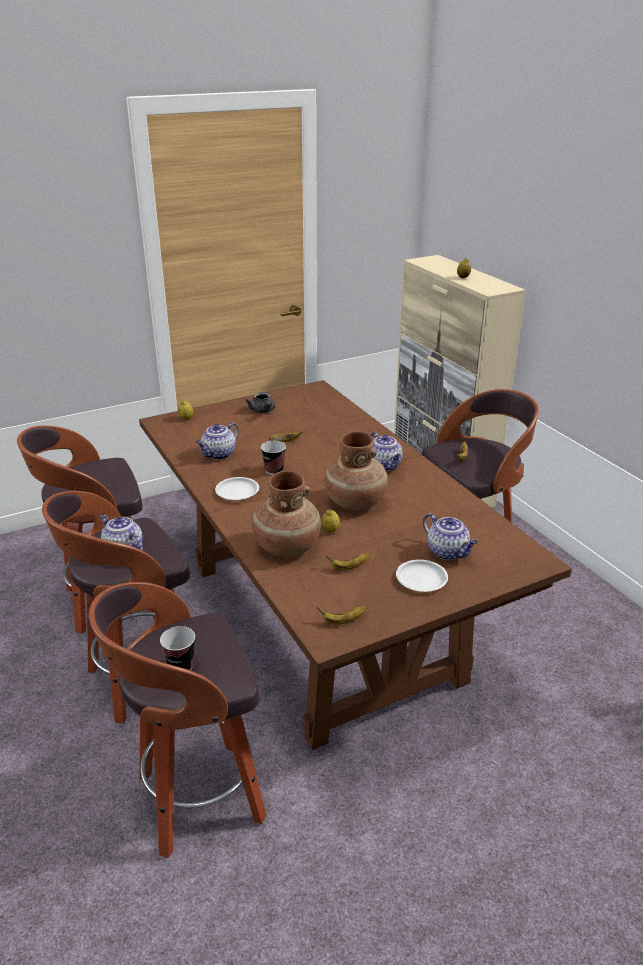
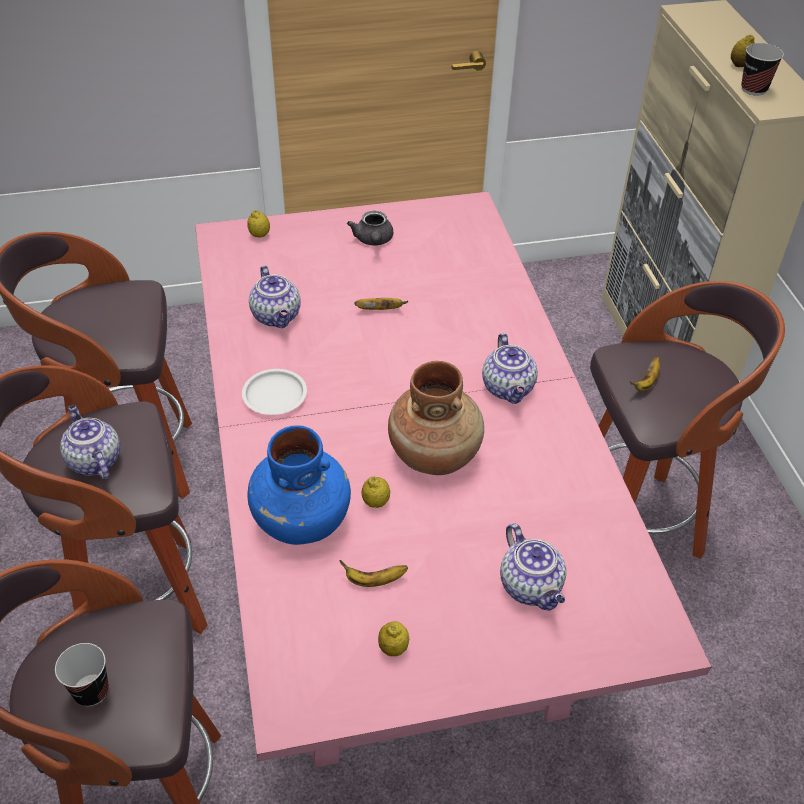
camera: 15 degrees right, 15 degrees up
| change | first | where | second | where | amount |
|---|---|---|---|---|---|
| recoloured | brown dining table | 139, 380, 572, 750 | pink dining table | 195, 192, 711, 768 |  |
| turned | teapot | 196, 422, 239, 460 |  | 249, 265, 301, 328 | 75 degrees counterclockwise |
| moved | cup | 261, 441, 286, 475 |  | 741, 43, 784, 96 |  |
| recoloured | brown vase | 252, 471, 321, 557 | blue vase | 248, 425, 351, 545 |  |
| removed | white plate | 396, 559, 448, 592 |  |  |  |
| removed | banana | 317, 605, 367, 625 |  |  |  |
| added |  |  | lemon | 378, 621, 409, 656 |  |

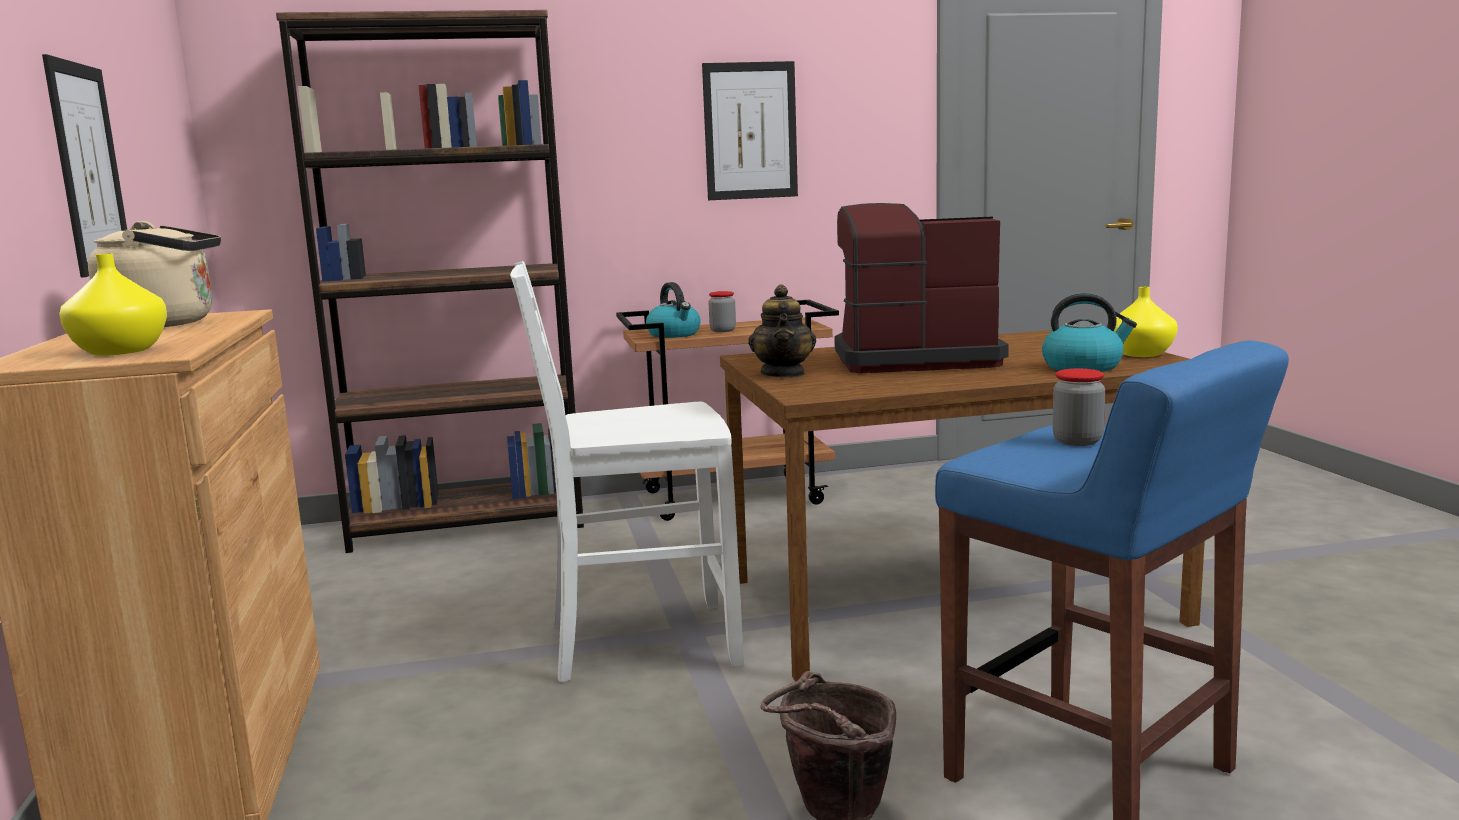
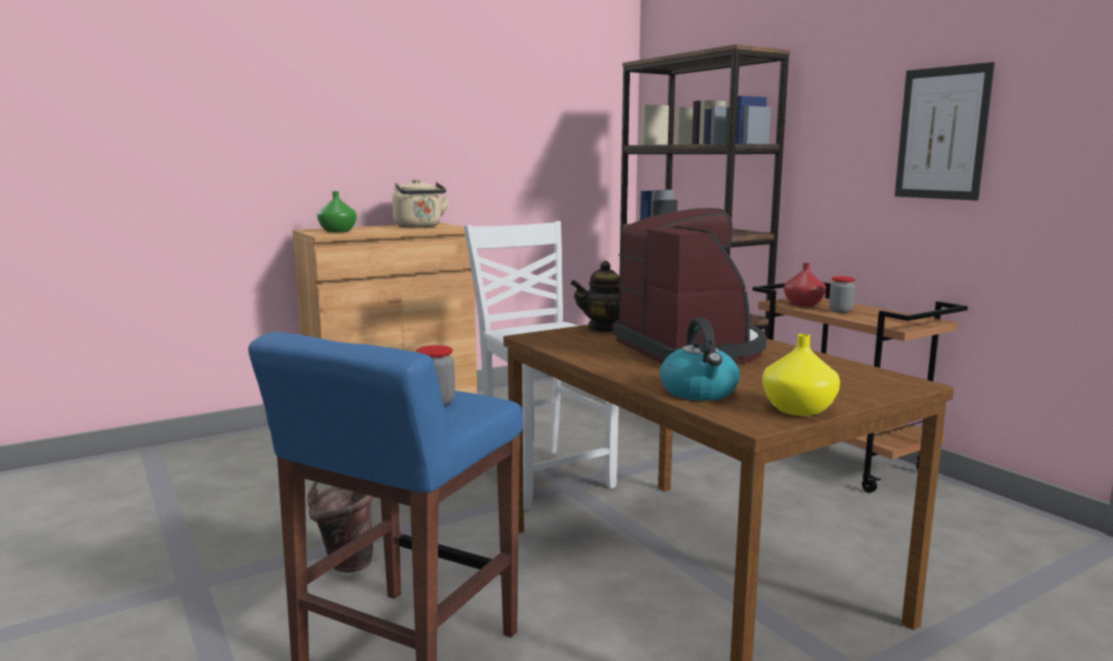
camera: 70 degrees right, 0 degrees up
| change | first | where | second | where | amount |
|---|---|---|---|---|---|
| removed | picture | 42, 54, 127, 277 |  |  |  |
| recoloured | yellow vase | 59, 253, 167, 356 | green vase | 317, 191, 357, 233 |  |
| replaced | kettle | 646, 282, 701, 338 | red vase | 784, 263, 826, 307 |  |

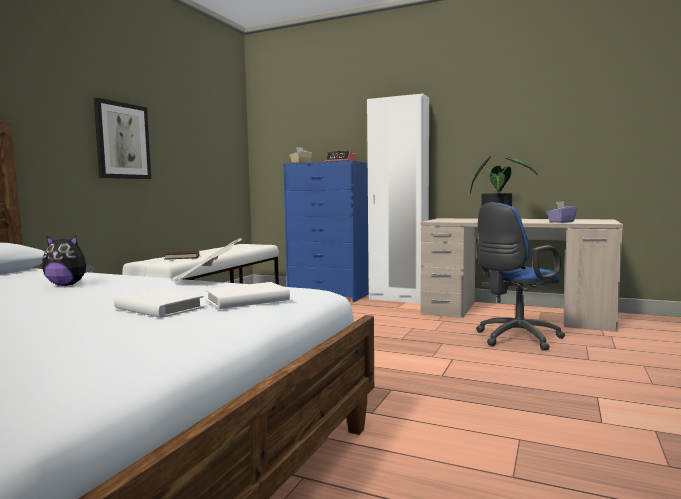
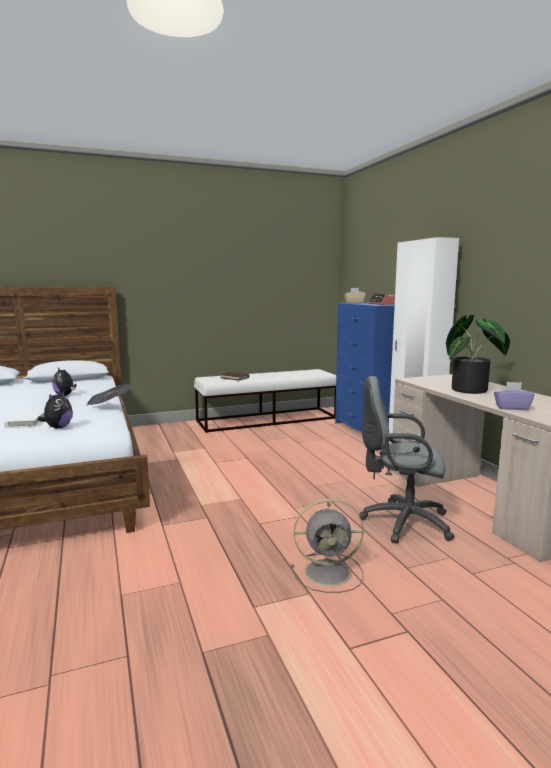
camera: 45 degrees right, 5 degrees up
| change | first | where | second | where | amount |
|---|---|---|---|---|---|
| removed | picture | 94, 98, 151, 179 |  |  |  |
| recoloured | blue office chair | 476, 202, 565, 351 | grey office chair | 359, 376, 455, 543 |  |
| replaced | white book | 205, 282, 290, 309 | plush toy | 37, 390, 73, 428 |  |
| added |  |  | grey fan | 291, 499, 364, 593 |  |

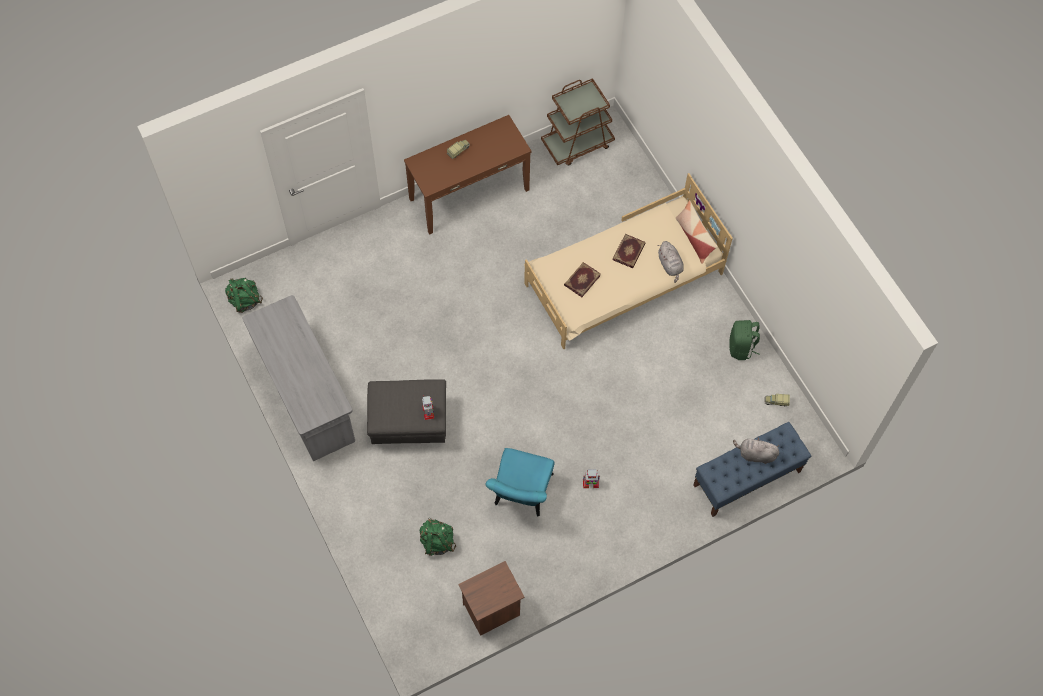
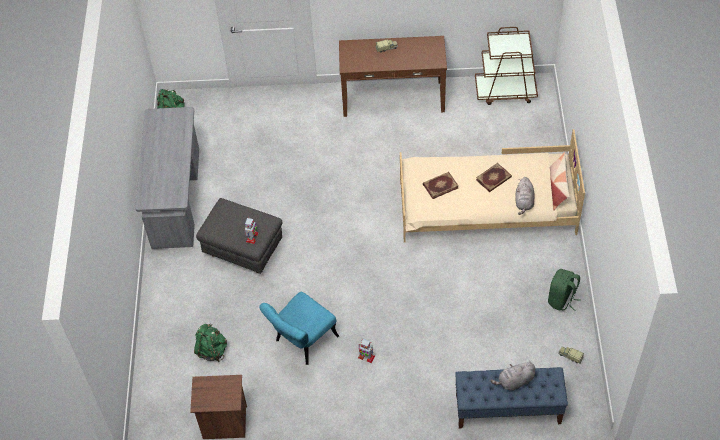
camera: 30 degrees right, 10 degrees down
| change | first | where | second | where | amount |
|---|---|---|---|---|---|
| turned | grey plush toy | 733, 437, 779, 464 |  | 490, 362, 535, 391 | 60 degrees counterclockwise |

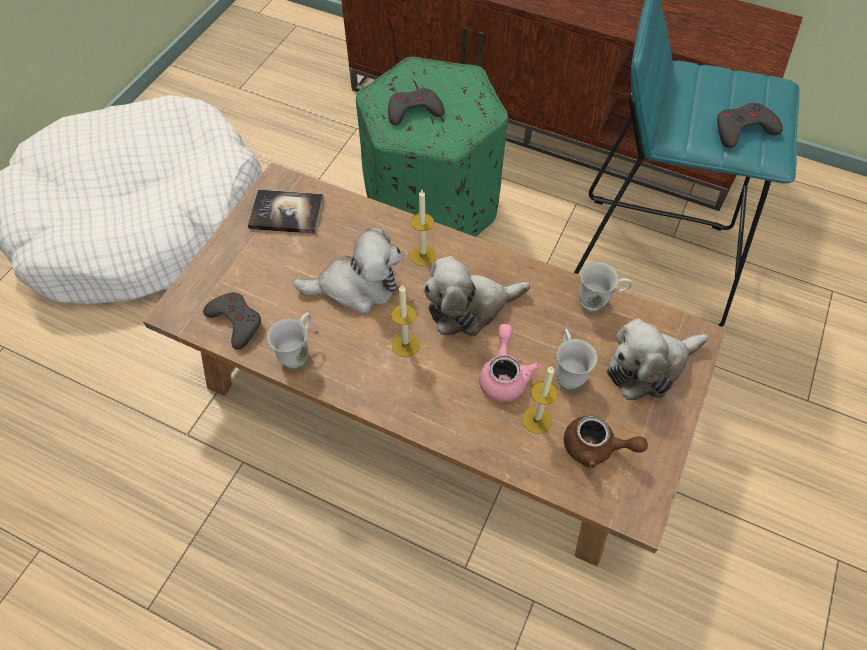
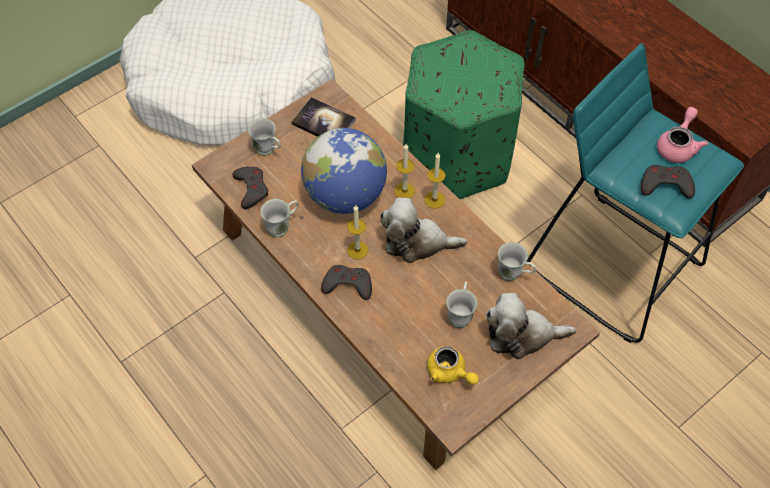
camera: 25 degrees right, 0 degrees up
| change | first | where | second | where | amount |
|---|---|---|---|---|---|
| moved | grey game controller | 388, 88, 444, 125 |  | 321, 265, 372, 300 |  |
| replaced | plush toy | 293, 227, 402, 314 | globe | 301, 128, 387, 214 |  |
| moved | pink teapot | 479, 324, 541, 402 |  | 657, 107, 708, 163 |  |
| moved | candle | 522, 366, 558, 434 |  | 424, 153, 446, 209 |  |
| recoloured | brown teapot | 564, 416, 648, 469 | yellow teapot | 427, 346, 479, 385 |  |
| added |  |  | white mug | 248, 118, 281, 156 |  |

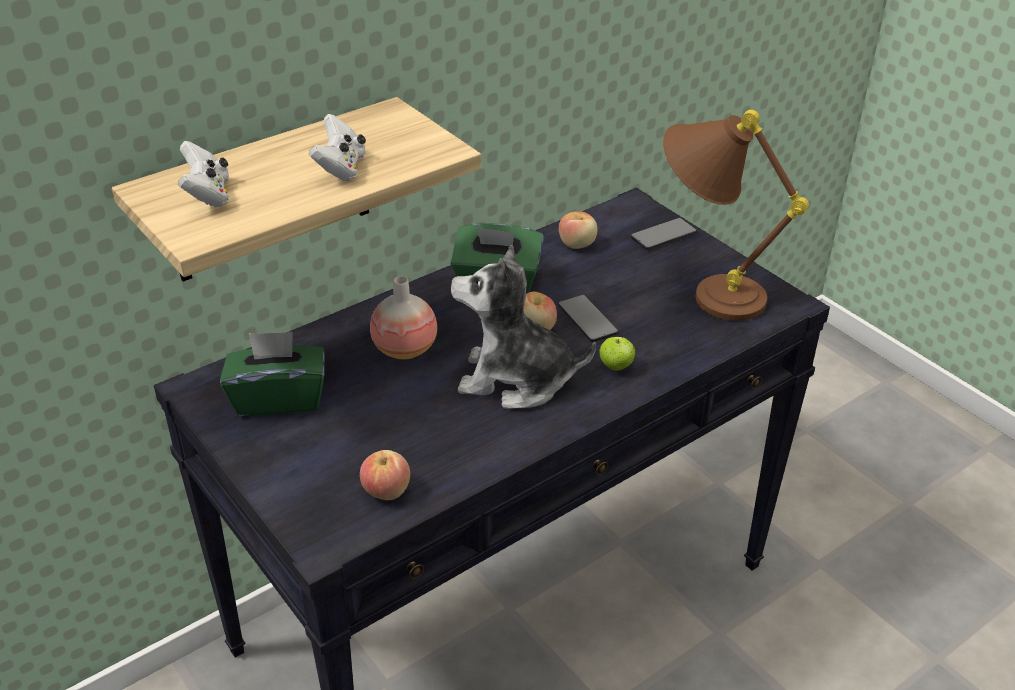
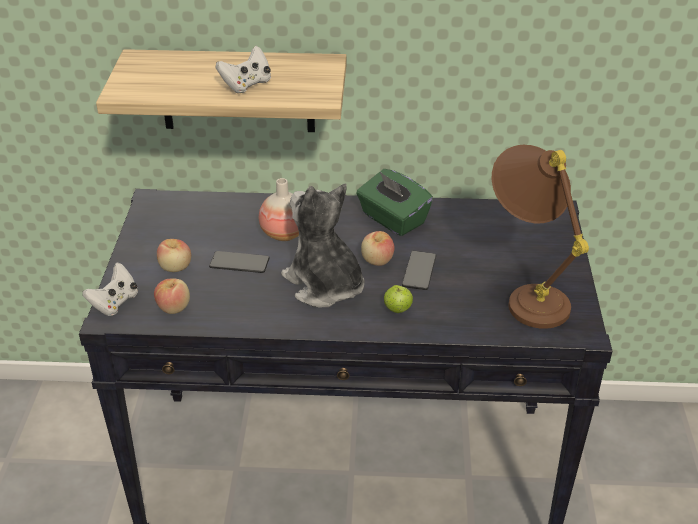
camera: 40 degrees right, 0 degrees up
| change | first | where | second | where | amount |
|---|---|---|---|---|---|
| moved | white game controller | 178, 141, 229, 207 |  | 82, 263, 138, 316 |  |
| moved | apple | 559, 211, 597, 249 |  | 157, 239, 191, 272 |  |
| moved | phone | 631, 218, 697, 250 |  | 209, 251, 270, 273 |  |
| removed | green tissue box | 220, 332, 324, 416 |  |  |  |

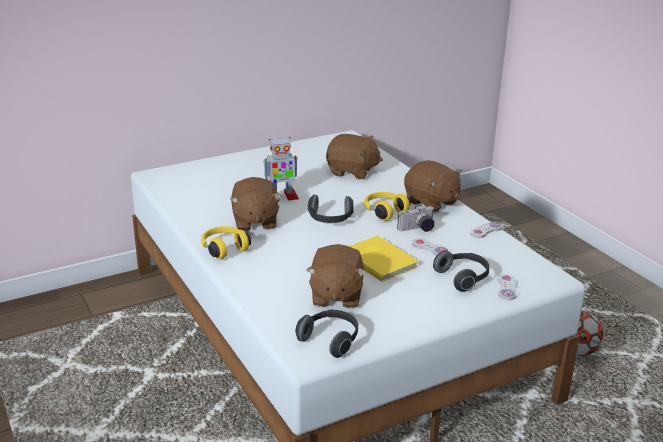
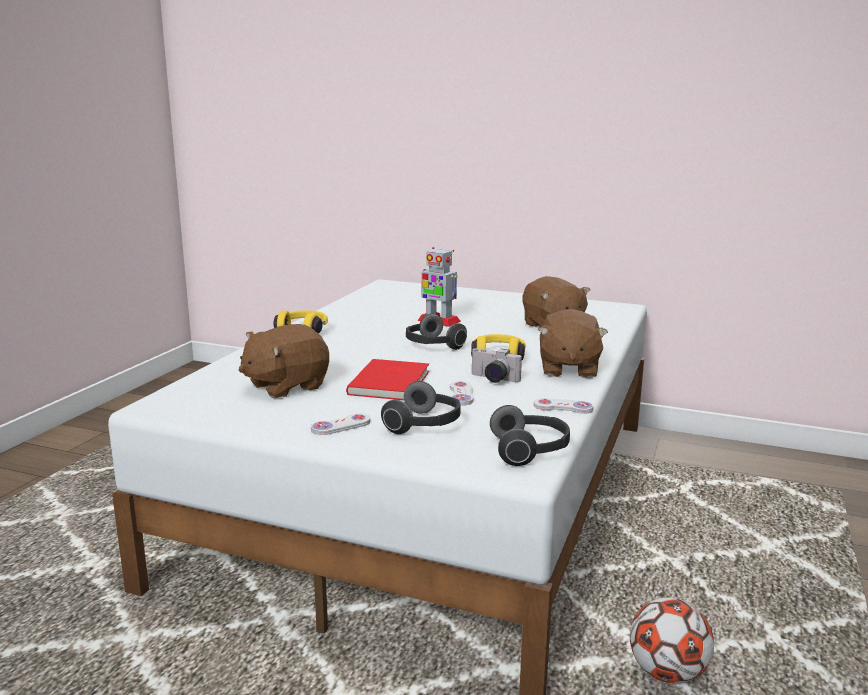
camera: 50 degrees right, 10 degrees down
| change | first | where | second | where | amount |
|---|---|---|---|---|---|
| removed | brown plush toy | 230, 177, 282, 231 |  |  |  |
| recoloured | yellow book | 349, 235, 419, 282 | red book | 346, 359, 429, 400 |  |
| moved | white game controller | 497, 274, 517, 300 |  | 311, 413, 370, 435 |  |
| moved | headphones | 295, 310, 358, 358 |  | 490, 405, 570, 466 |  |

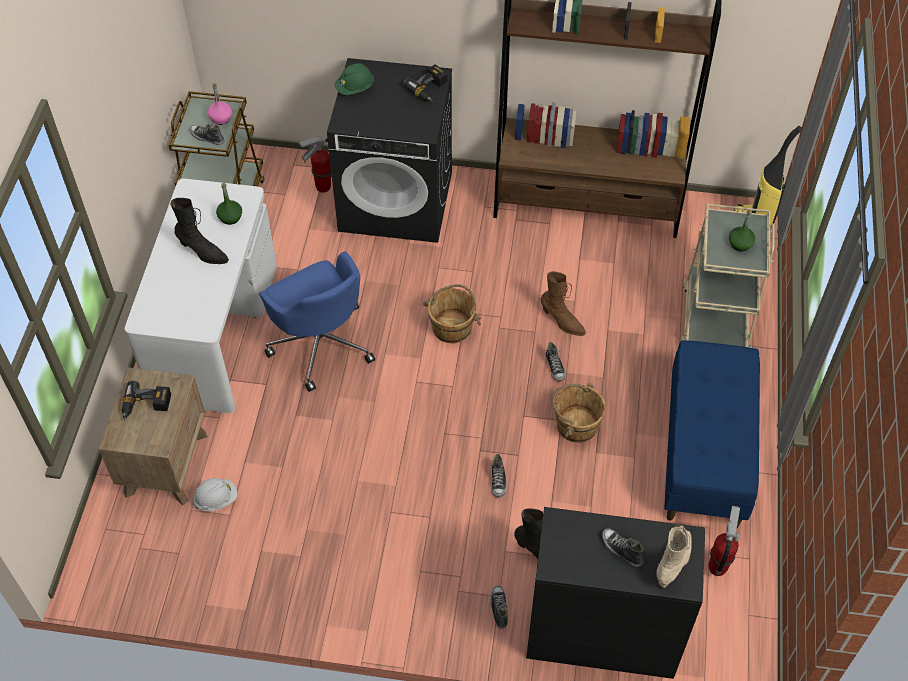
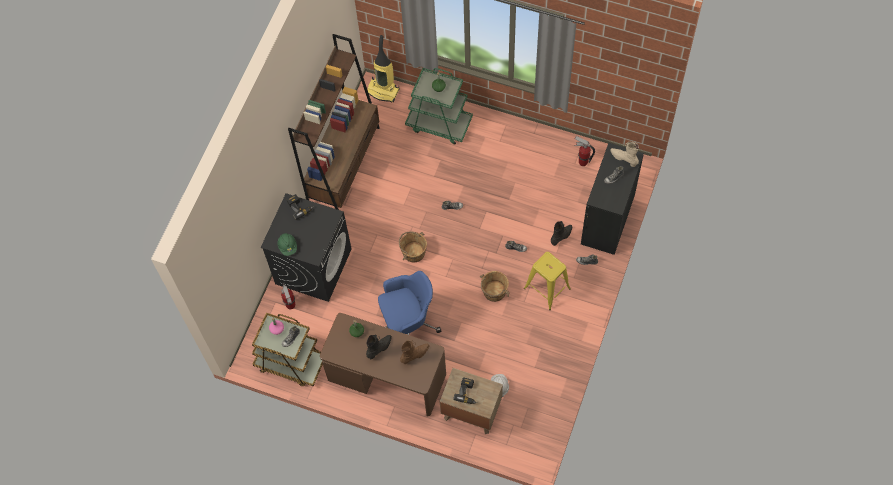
camera: 75 degrees left, 10 degrees up
| change | first | where | second | where | amount |
|---|---|---|---|---|---|
| recoloured | white desk | 125, 179, 277, 413 | brown desk | 320, 313, 446, 417 |  |
| recoloured | beige cart | 681, 204, 775, 348 | green cart | 405, 68, 473, 144 |  |
| moved | brown boot | 541, 271, 586, 336 |  | 400, 340, 429, 364 |  |
| removed | blue bench | 664, 340, 760, 528 |  |  |  |
| moved | brown bucket | 552, 383, 606, 443 |  | 480, 271, 510, 302 |  |
| added |  |  | yellow stool | 524, 252, 571, 310 |  |

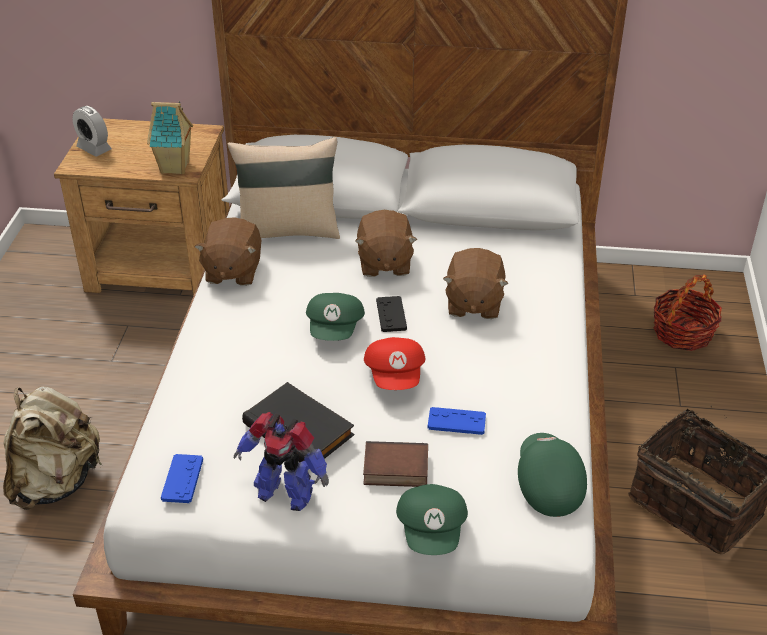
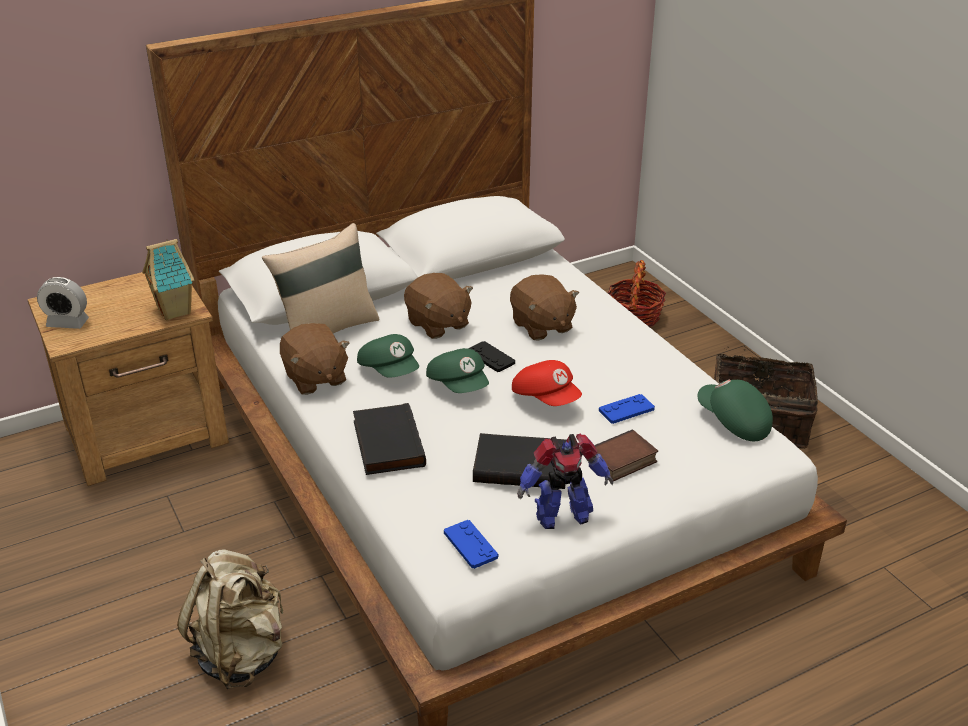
camera: 35 degrees left, 5 degrees down
| change | first | where | second | where | amount |
|---|---|---|---|---|---|
| moved | green cap | 396, 484, 468, 555 |  | 357, 334, 419, 378 |  |
| added |  |  | black book | 353, 403, 426, 475 |  |

